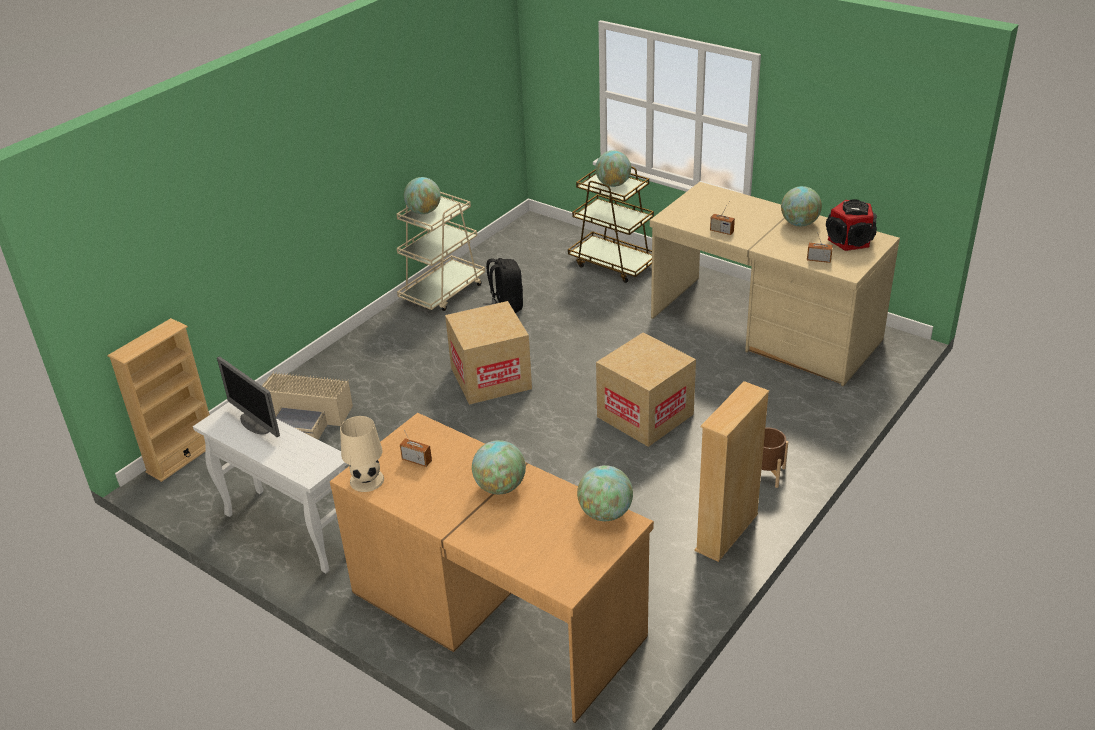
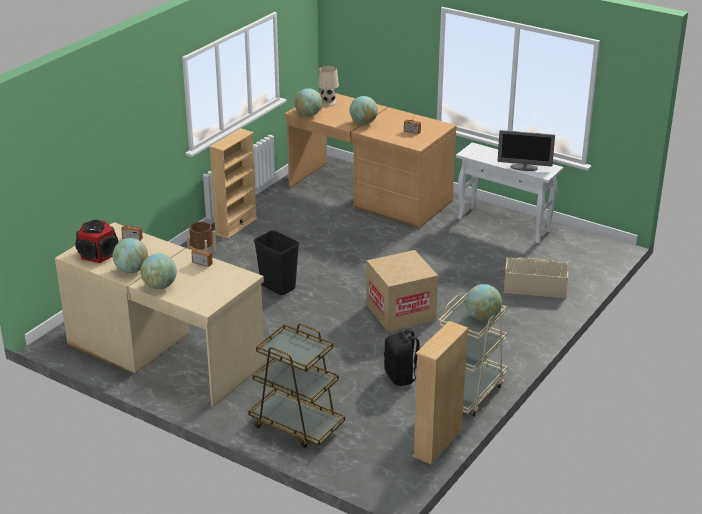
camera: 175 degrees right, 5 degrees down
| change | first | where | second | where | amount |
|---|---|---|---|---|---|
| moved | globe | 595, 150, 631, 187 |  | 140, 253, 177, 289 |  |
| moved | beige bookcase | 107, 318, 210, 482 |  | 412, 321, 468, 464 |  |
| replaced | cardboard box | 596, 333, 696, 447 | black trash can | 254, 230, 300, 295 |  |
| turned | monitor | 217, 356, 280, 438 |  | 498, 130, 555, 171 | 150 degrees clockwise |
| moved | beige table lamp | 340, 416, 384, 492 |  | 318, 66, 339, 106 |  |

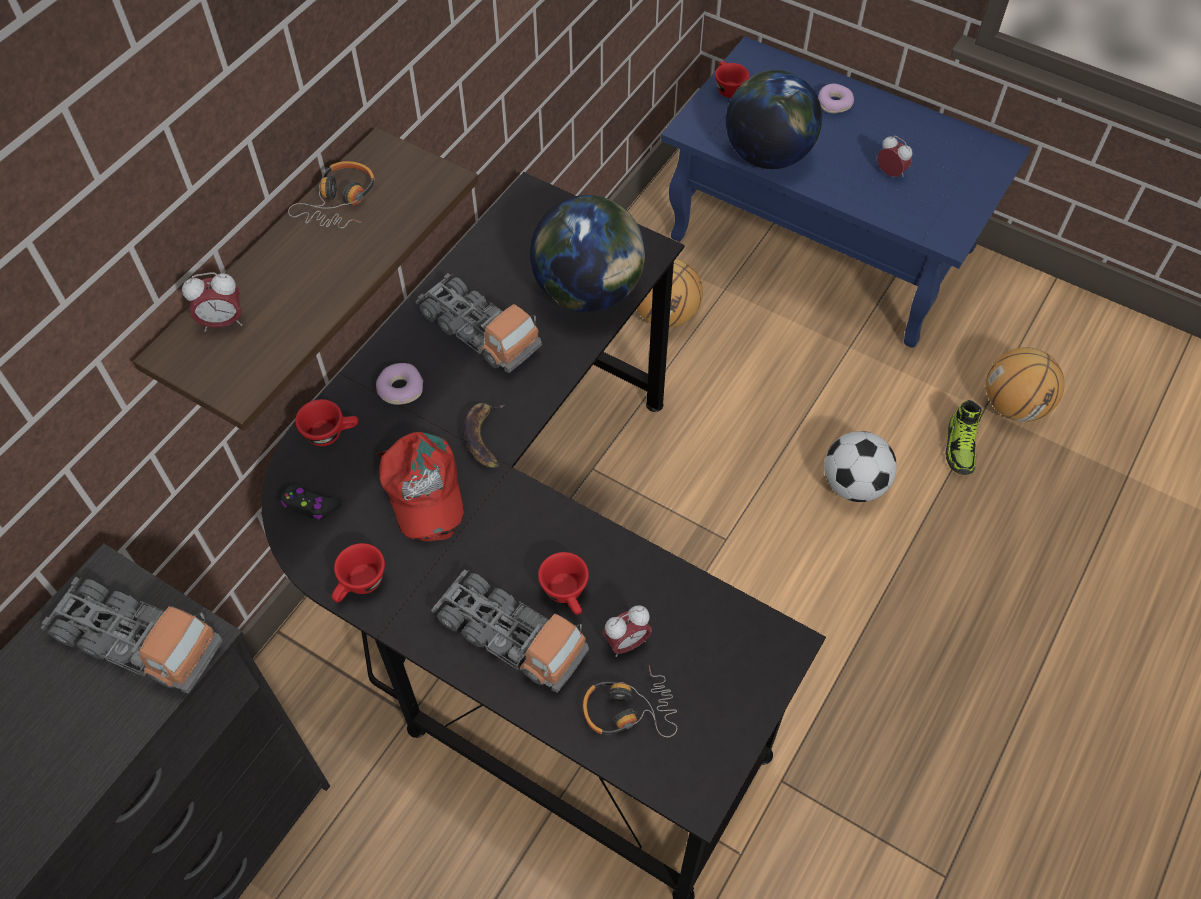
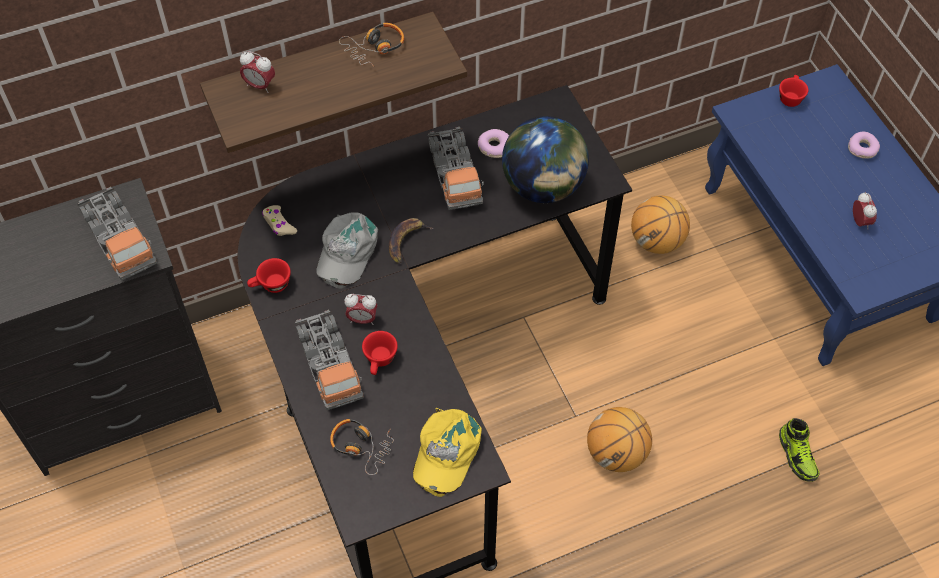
camera: 35 degrees right, 0 degrees up
| change | first | where | second | where | amount |
|---|---|---|---|---|---|
| removed | globe | 726, 70, 822, 169 |  |  |  |
| moved | basketball | 986, 347, 1065, 422 |  | 587, 407, 652, 472 |  |
| moved | donut | 376, 363, 423, 405 |  | 478, 129, 509, 158 |  |
| removed | red cup | 295, 399, 358, 446 |  |  |  |
| turned | shoe | 945, 400, 982, 475 |  | 779, 418, 819, 482 | 60 degrees counterclockwise |
| removed | football | 824, 431, 897, 502 |  |  |  |
| recoloured | red cap | 378, 432, 464, 541 | grey cap | 316, 212, 378, 288 |  |
| recoloured | black game controller | 280, 483, 342, 520 | beige game controller | 262, 205, 297, 236 |  |
| moved | alarm clock | 602, 605, 652, 657 |  | 344, 294, 377, 325 |  |
| added |  |  | yellow cap | 413, 408, 482, 497 |  |

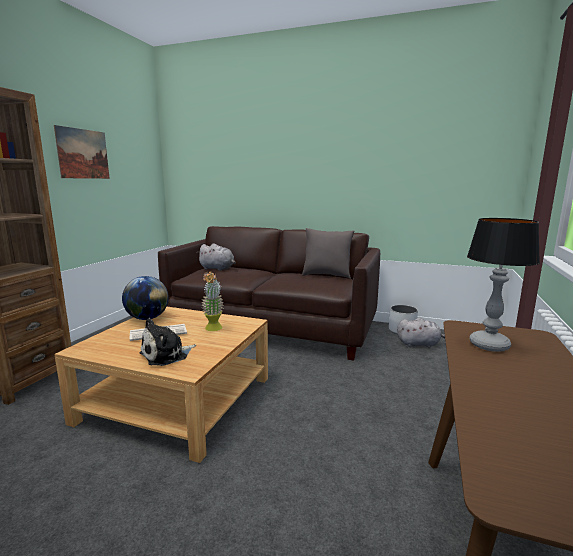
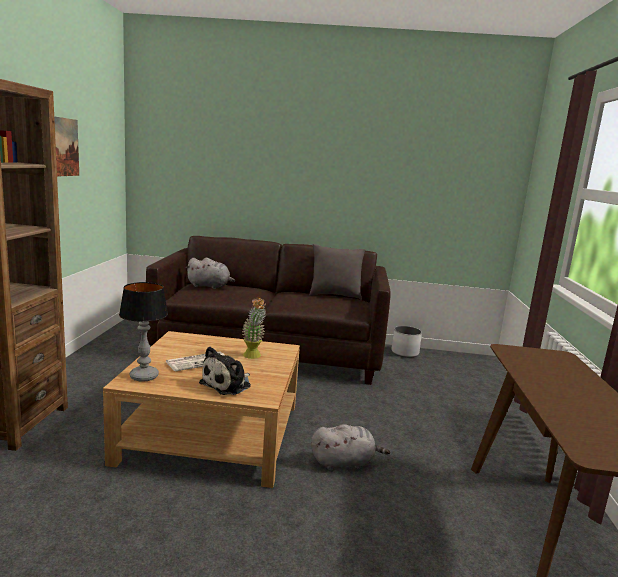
camera: 15 degrees left, 0 degrees up
| change | first | where | second | where | amount |
|---|---|---|---|---|---|
| moved | table lamp | 467, 218, 540, 352 |  | 119, 282, 168, 382 |  |
| removed | globe | 122, 276, 169, 320 |  |  |  |
| moved | grey plush toy | 397, 318, 445, 348 |  | 311, 424, 390, 471 |  |

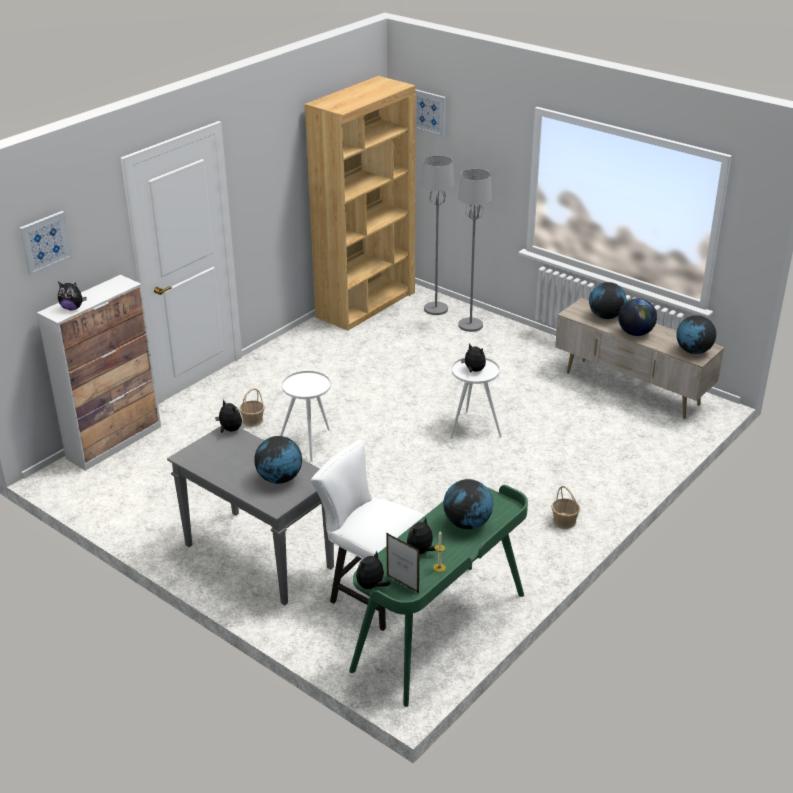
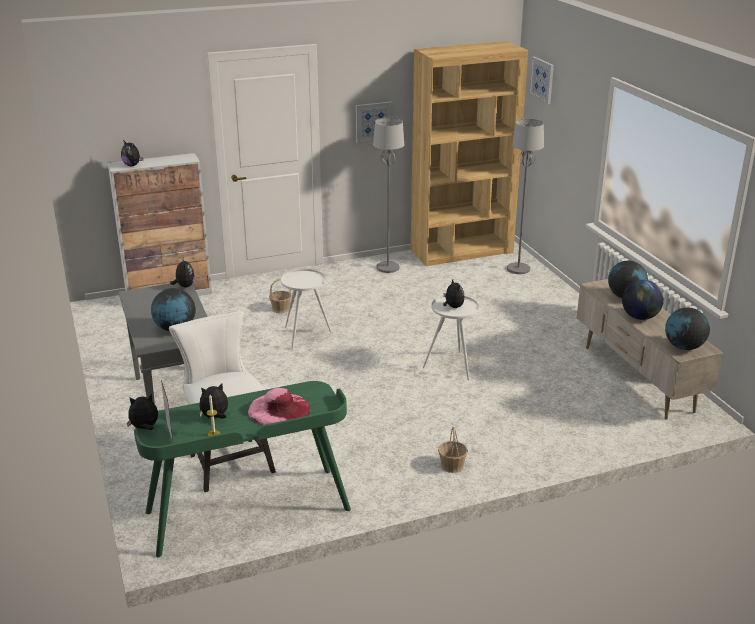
camera: 30 degrees right, 5 degrees down
| change | first | where | second | where | amount |
|---|---|---|---|---|---|
| moved | grey floor lamp | 458, 169, 492, 332 |  | 373, 118, 404, 273 |  |
| moved | picture | 19, 211, 72, 275 |  | 356, 101, 393, 143 |  |
| replaced | globe | 443, 479, 493, 529 | pink hat | 248, 388, 310, 425 |  |

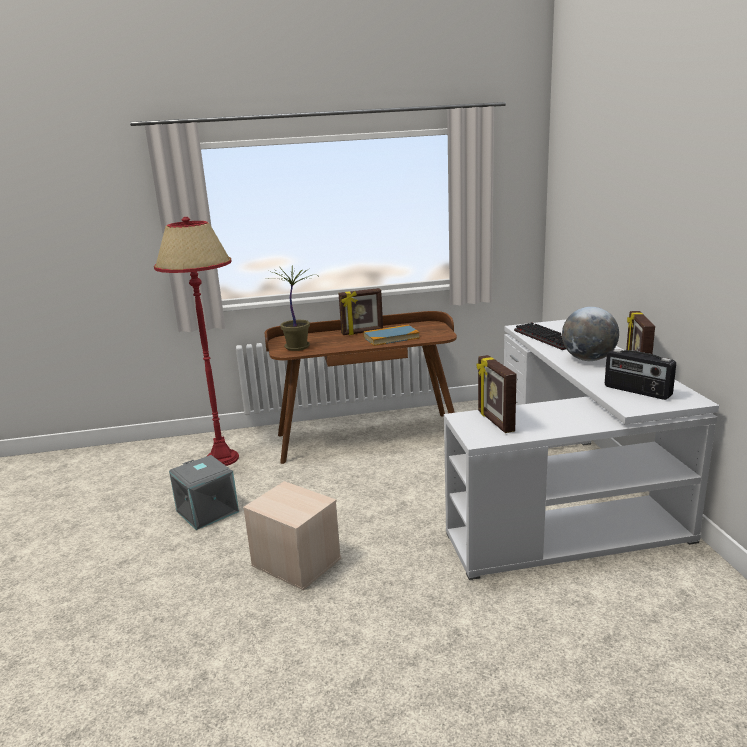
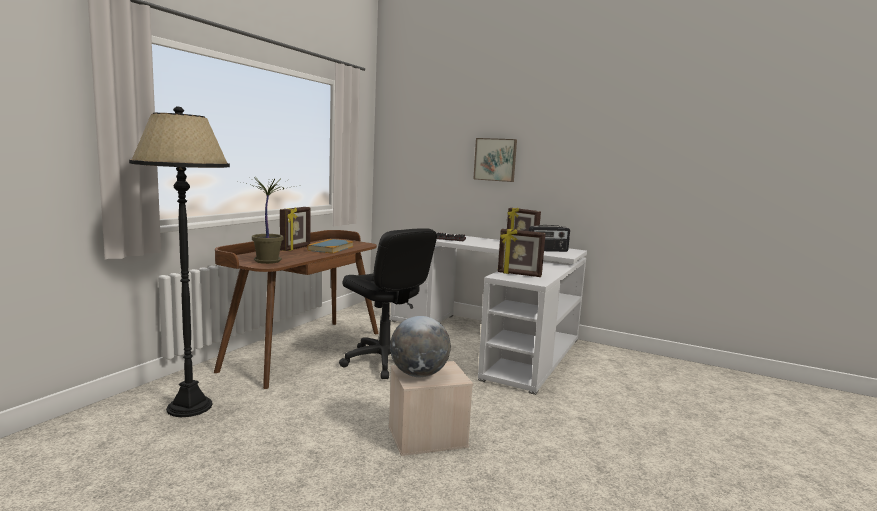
camera: 55 degrees left, 10 degrees down
| change | first | where | second | where | amount |
|---|---|---|---|---|---|
| recoloured | red floor lamp | 154, 217, 239, 466 | black floor lamp | 129, 107, 230, 417 |  |
| moved | globe | 562, 307, 619, 361 |  | 390, 316, 451, 377 |  |
| removed | grey storage box | 169, 455, 239, 530 |  |  |  |
| added |  |  | picture | 473, 138, 517, 182 |  |
| added |  |  | black office chair | 339, 228, 437, 379 |  |

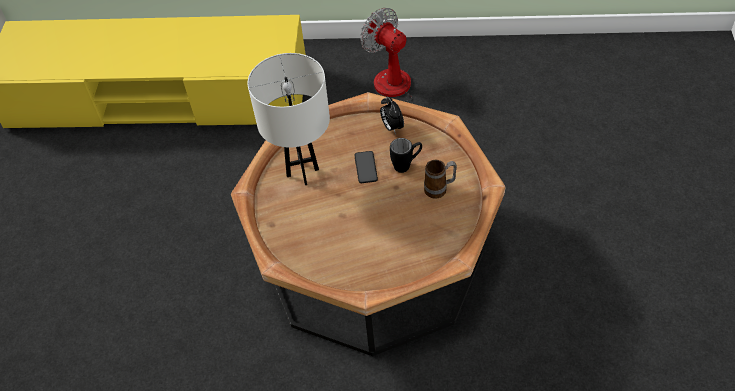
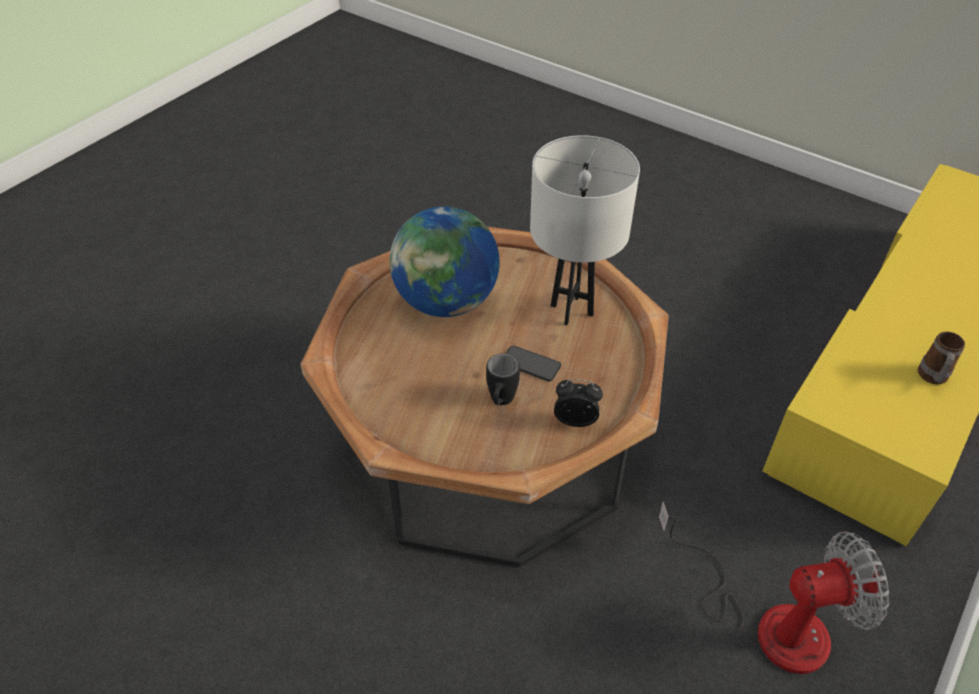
camera: 120 degrees right, 5 degrees down
| change | first | where | second | where | amount |
|---|---|---|---|---|---|
| moved | mug | 424, 160, 457, 199 |  | 918, 331, 965, 384 |  |
| added |  |  | globe | 389, 206, 500, 317 |  |

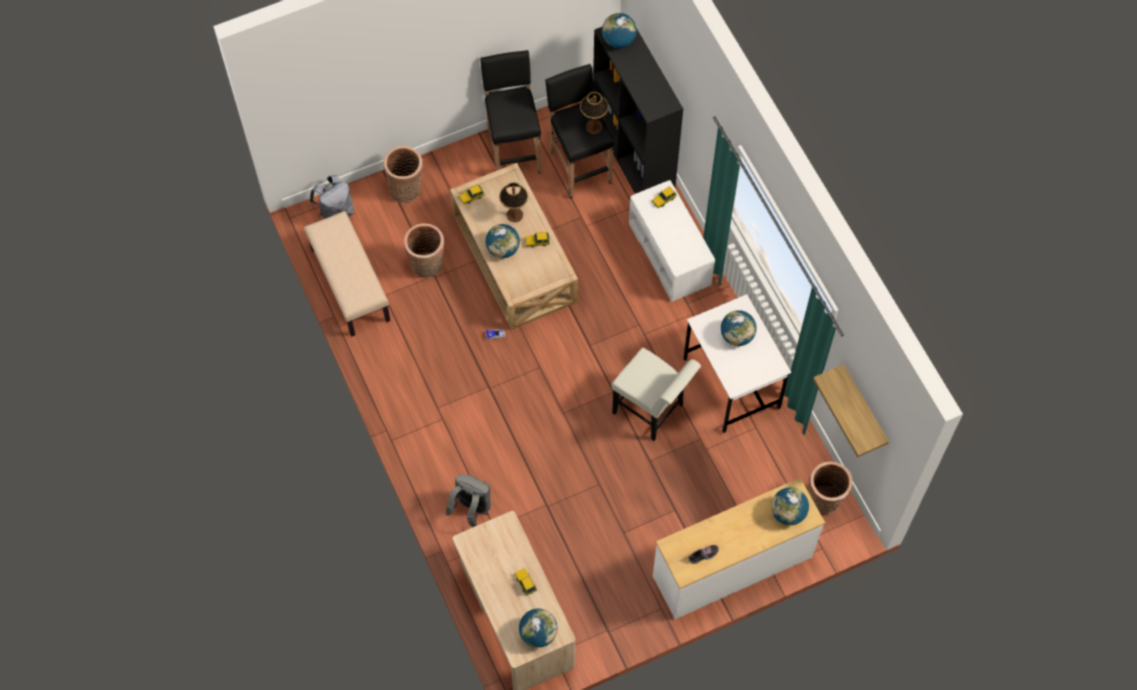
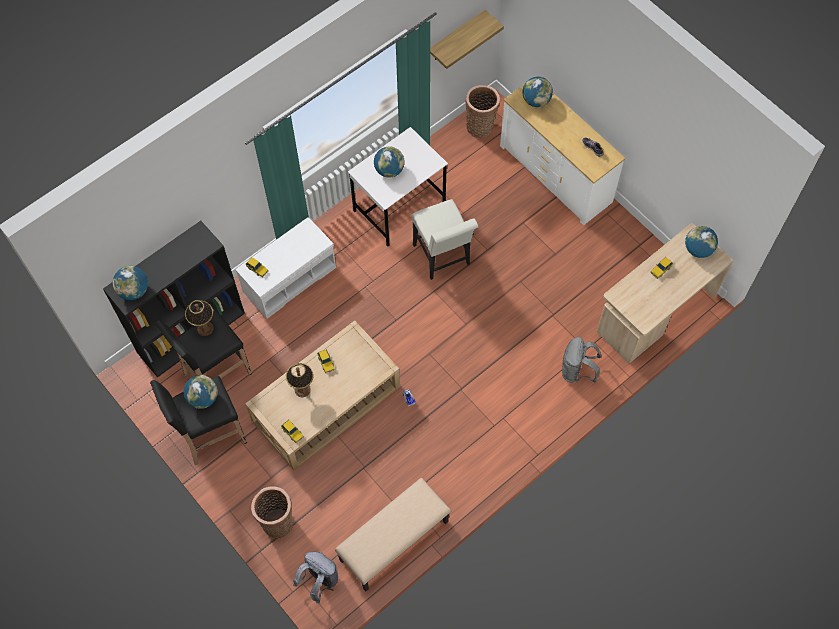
camera: 105 degrees left, 0 degrees up
| change | first | where | second | where | amount |
|---|---|---|---|---|---|
| removed | basket | 404, 223, 445, 278 |  |  |  |
| moved | globe | 486, 224, 520, 258 |  | 183, 375, 218, 409 |  |
| turned | white chair | 612, 347, 701, 441 |  | 412, 199, 478, 280 | 135 degrees clockwise |

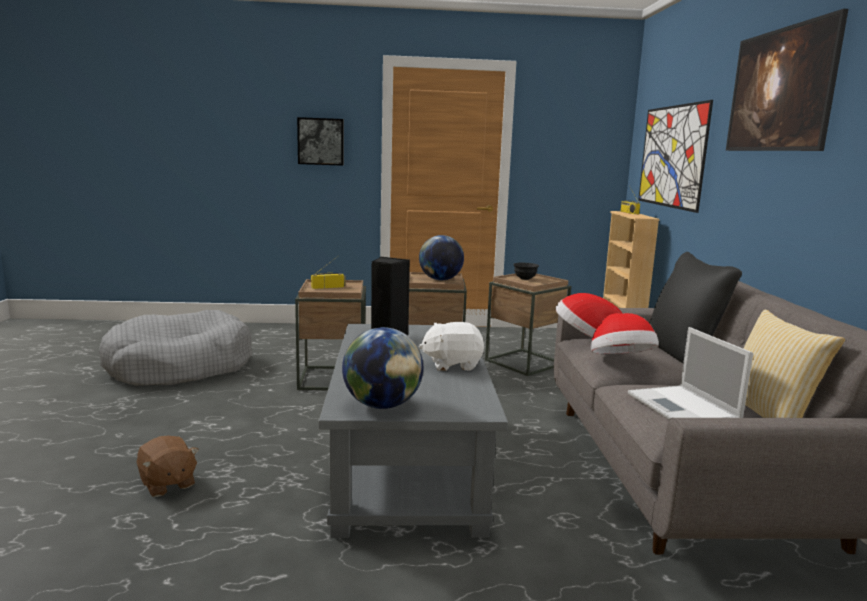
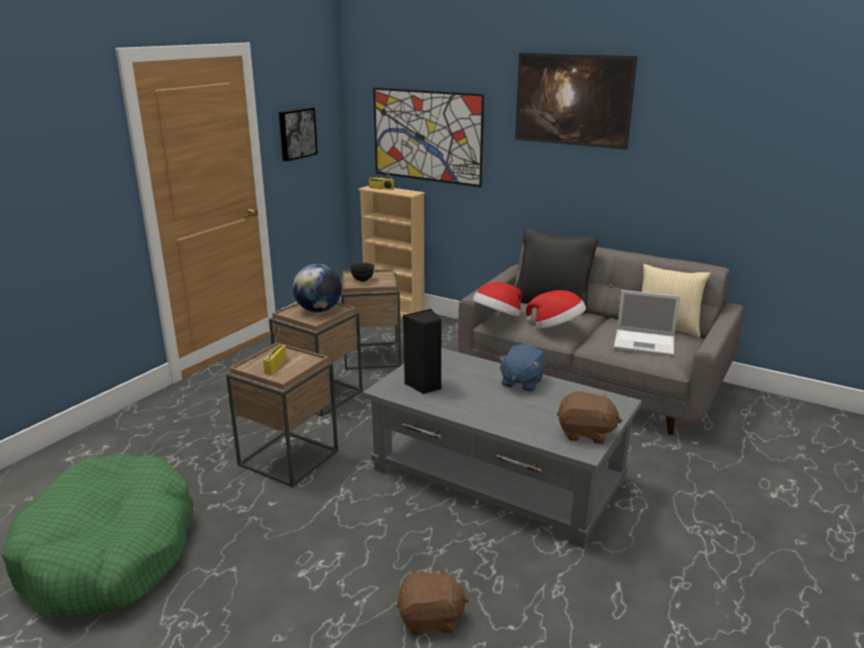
camera: 55 degrees left, 10 degrees up
| change | first | where | second | where | amount |
|---|---|---|---|---|---|
| moved | picture | 297, 117, 344, 166 |  | 279, 107, 318, 161 |  |
| recoloured | grey dog bed | 99, 310, 252, 386 | green dog bed | 2, 454, 194, 618 |  |
| recoloured | white plush toy | 419, 322, 484, 371 | blue plush toy | 498, 344, 546, 392 |  |
| replaced | globe | 342, 327, 423, 409 | brown plush toy | 557, 391, 622, 444 |  |

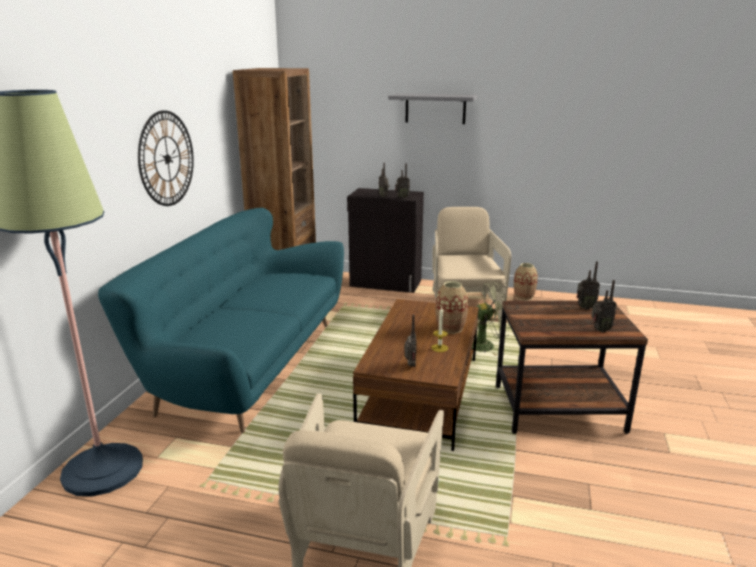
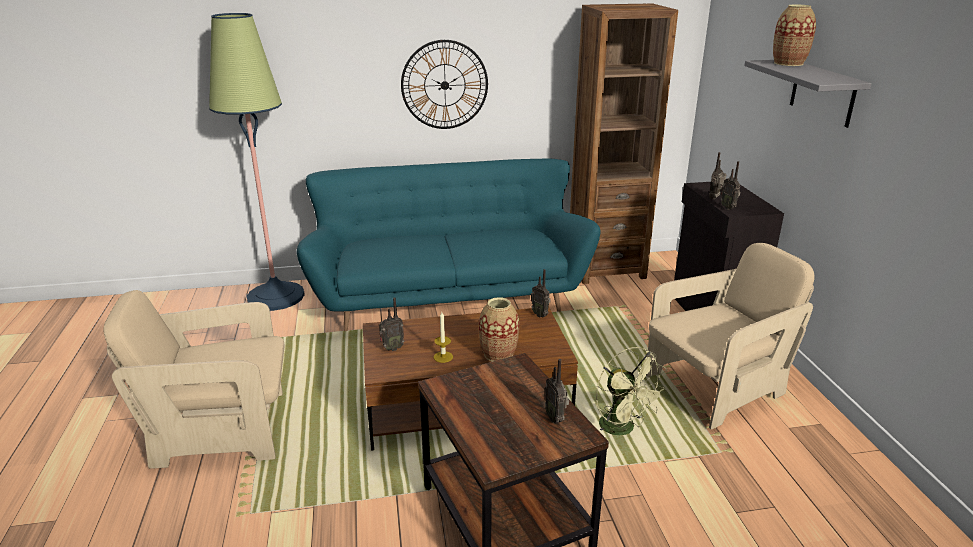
camera: 65 degrees right, 5 degrees up
| change | first | where | second | where | amount |
|---|---|---|---|---|---|
| moved | vase | 514, 263, 538, 300 |  | 773, 5, 816, 66 |  |
| moved | radio | 591, 280, 617, 333 |  | 531, 269, 551, 318 |  |

